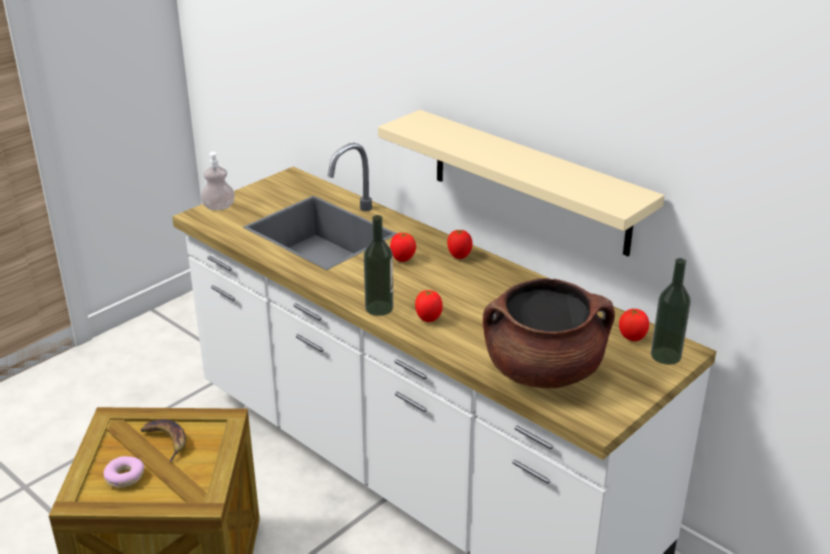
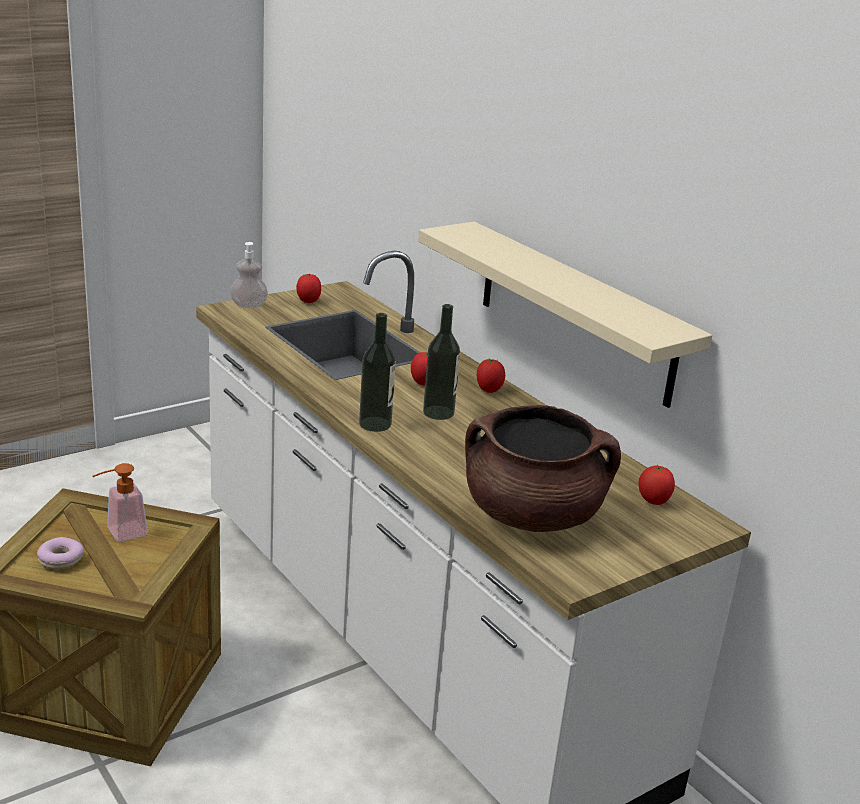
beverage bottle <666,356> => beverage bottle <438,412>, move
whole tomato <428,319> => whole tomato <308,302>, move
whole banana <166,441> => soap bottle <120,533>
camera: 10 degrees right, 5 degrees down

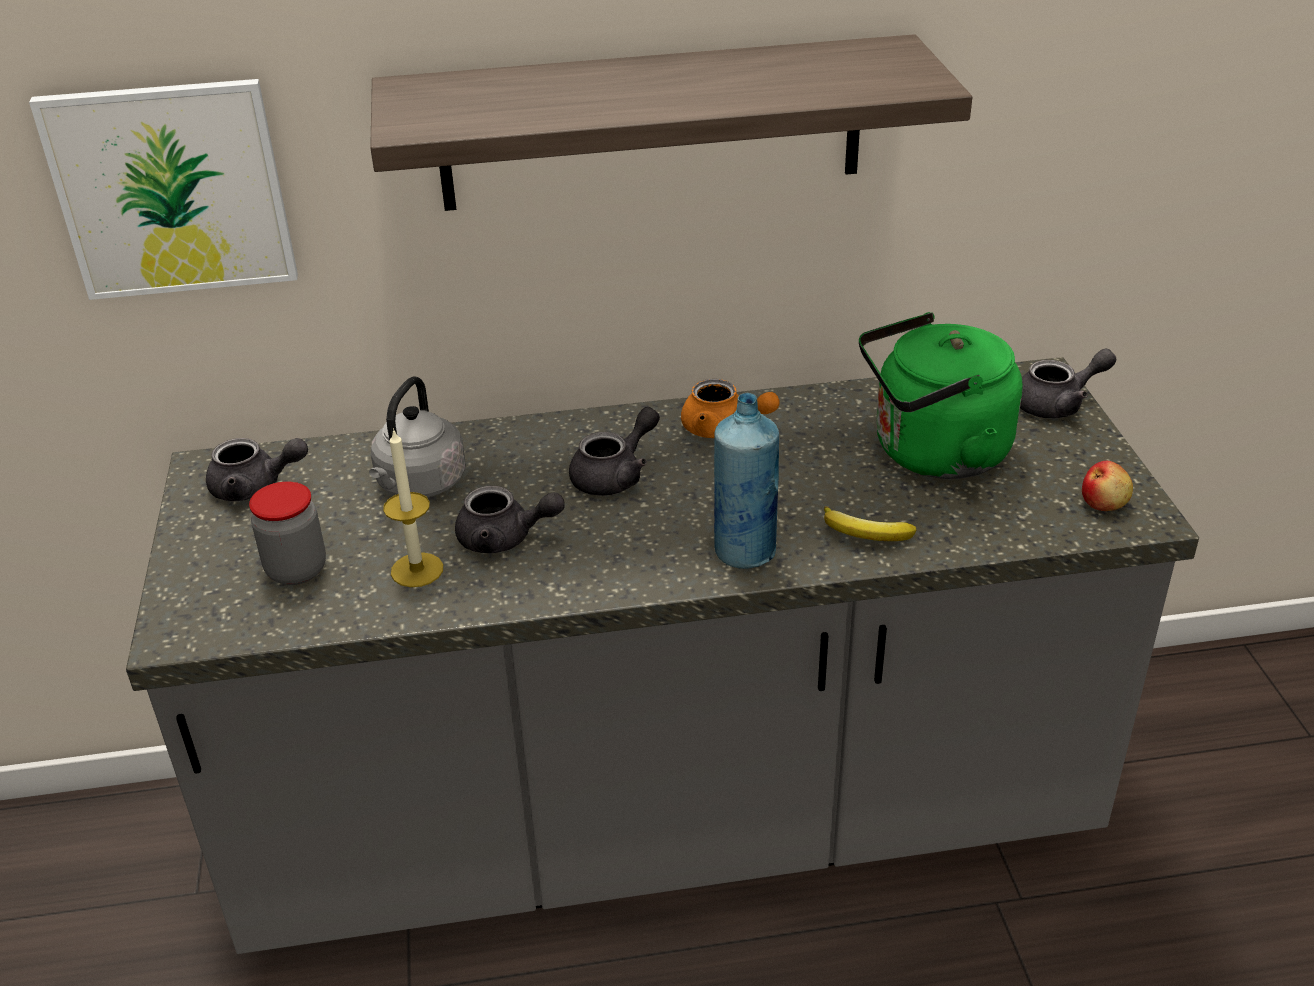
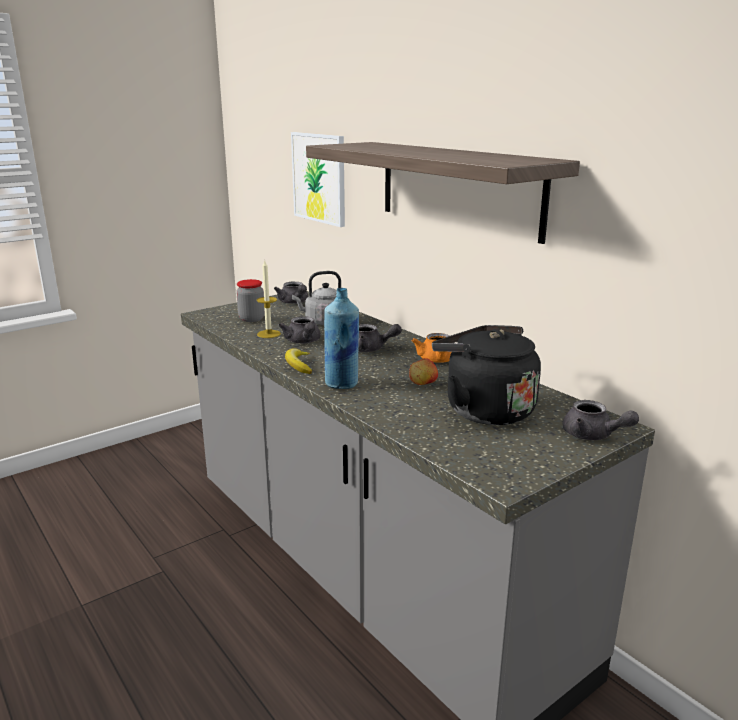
water kettle/greenish <933,453> => water kettle/blackish <484,409>
apple fruit <1104,503> => apple fruit <423,383>, move
whole banana <865,534> => whole banana <299,365>, move
camera: 60 degrees right, 15 degrees down

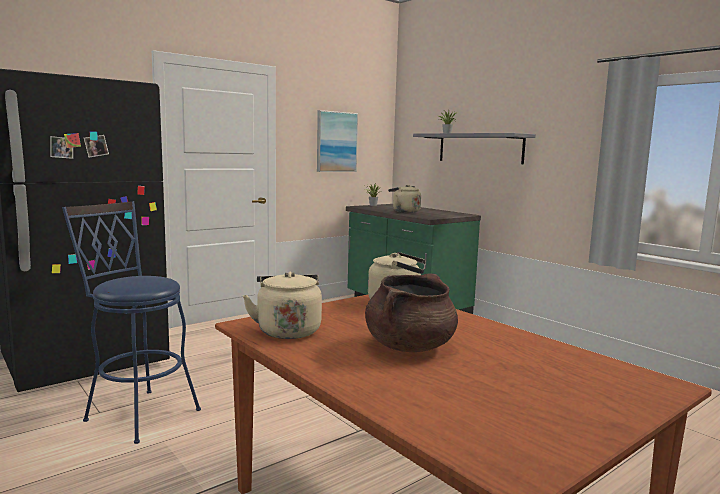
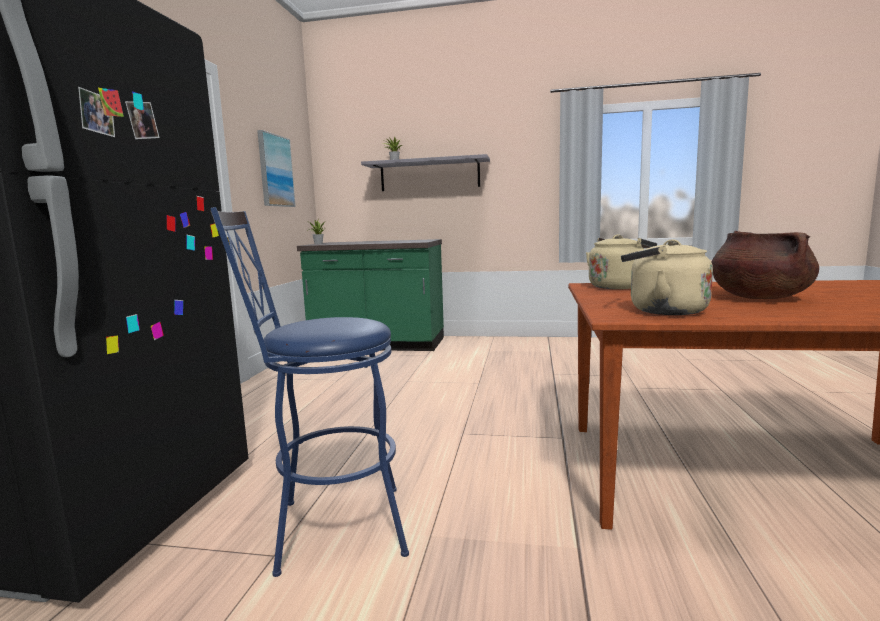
water kettle/sand-coloured <404,211> => nothing
camera: 40 degrees left, 0 degrees up

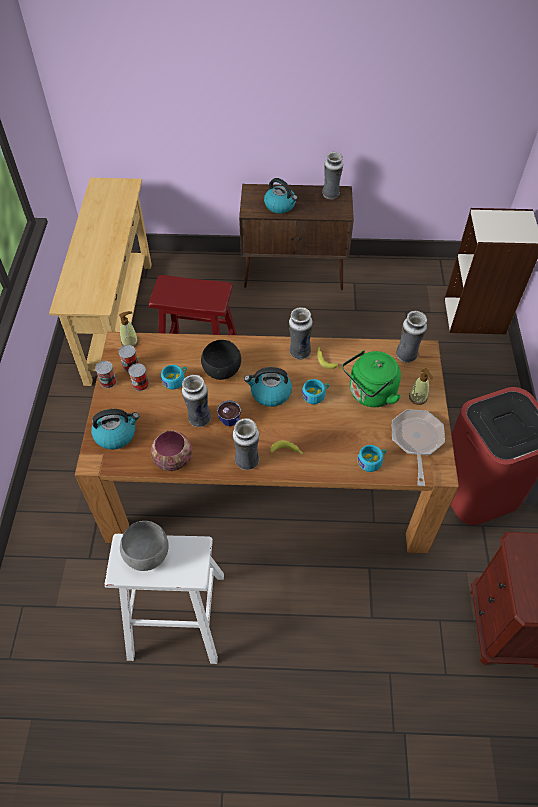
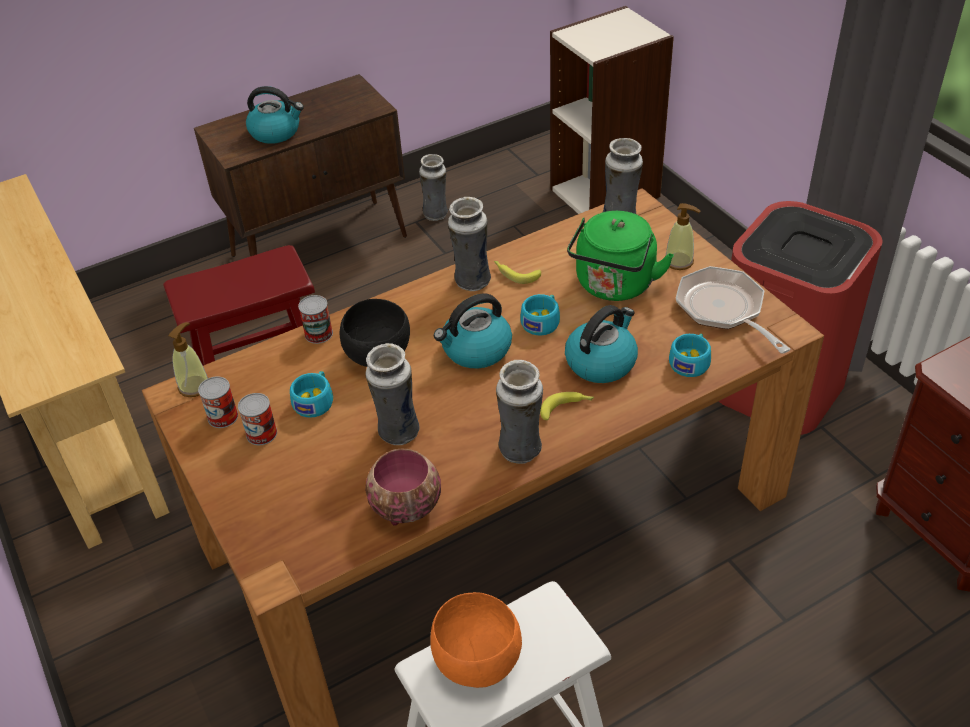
decorative vase <331,195> => decorative vase <436,214>, move
metal can <108,381> => metal can <318,334>, move
small cup <232,422> => nothing
water kettle <116,434> => water kettle <601,362>, move
bowl/grey <147,553> => bowl/orange <476,660>
camera: 30 degrees left, 10 degrees down

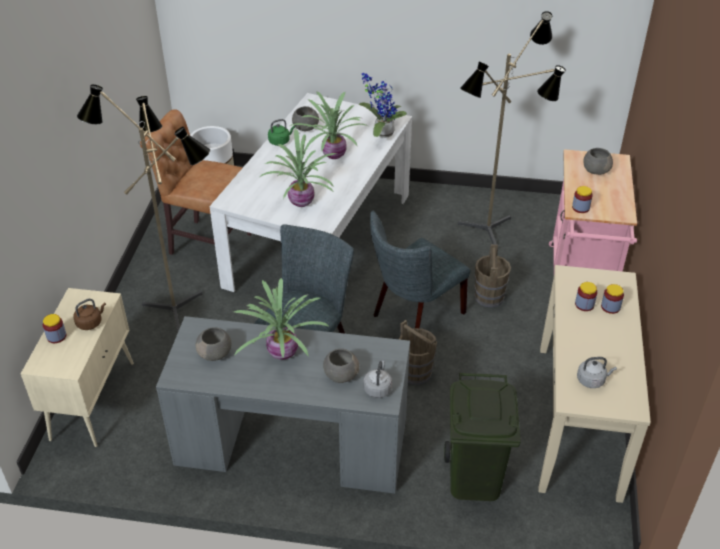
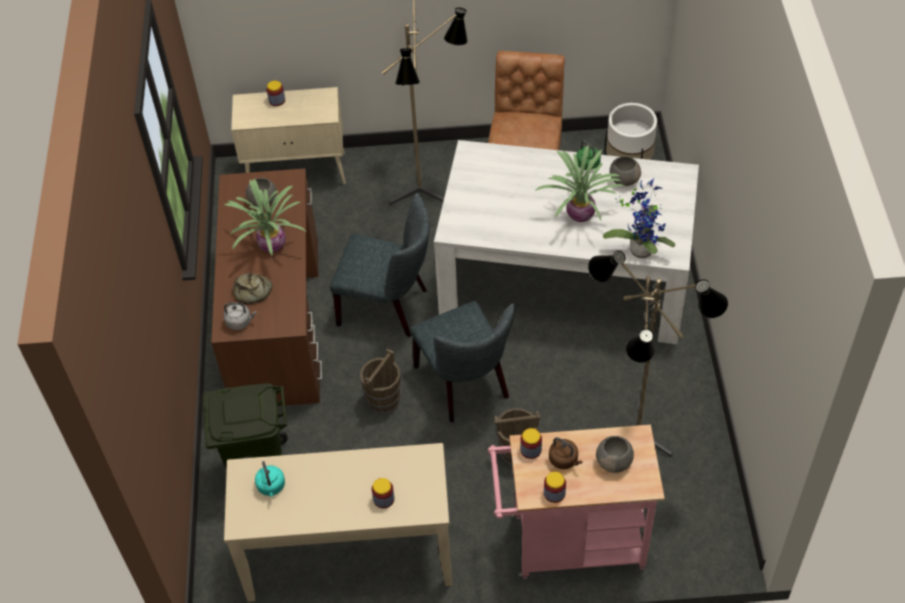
plant in a pot <303,201> => nothing
plain chair/grey <414,316> => plain chair/grey <465,385>, 150 degrees counterclockwise
jar <584,304> => jar <554,493>, move
water kettle/brown-coloured <90,323> => water kettle/brown-coloured <564,460>, move
desk/grey <291,441> => desk/brown-coloured <277,320>
bowl/grey <340,374> => baked bread <252,292>
water kettle/grey <592,380> => water kettle/turquoise <271,487>
camera: 80 degrees right, 10 degrees up

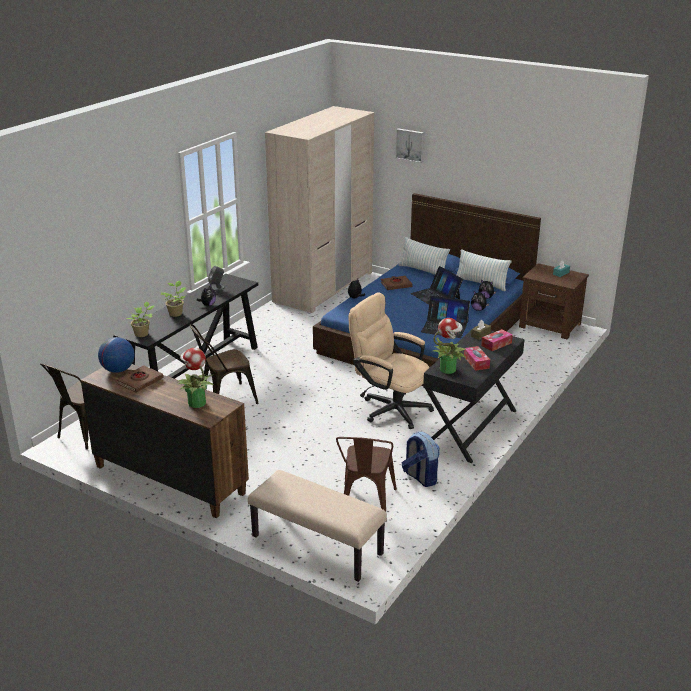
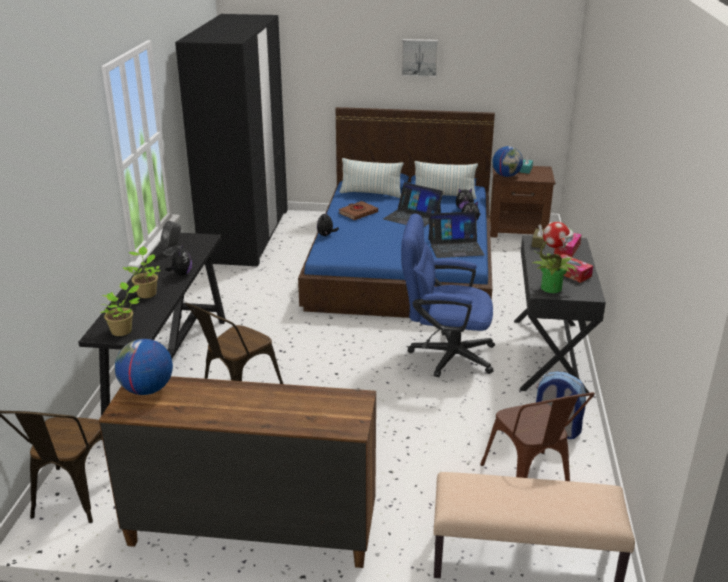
wardrobe/sand-coloured <323,287> => wardrobe/blackish <246,235>
wall art <410,145> => wall art <419,57>, move
office chair/sand-coloured <390,408> => office chair/blue <444,355>
plant in a pot <196,403> => nothing
bound book/brown-coloured <140,381> => nothing
nothing => globe <506,175>
camera: 25 degrees left, 0 degrees up

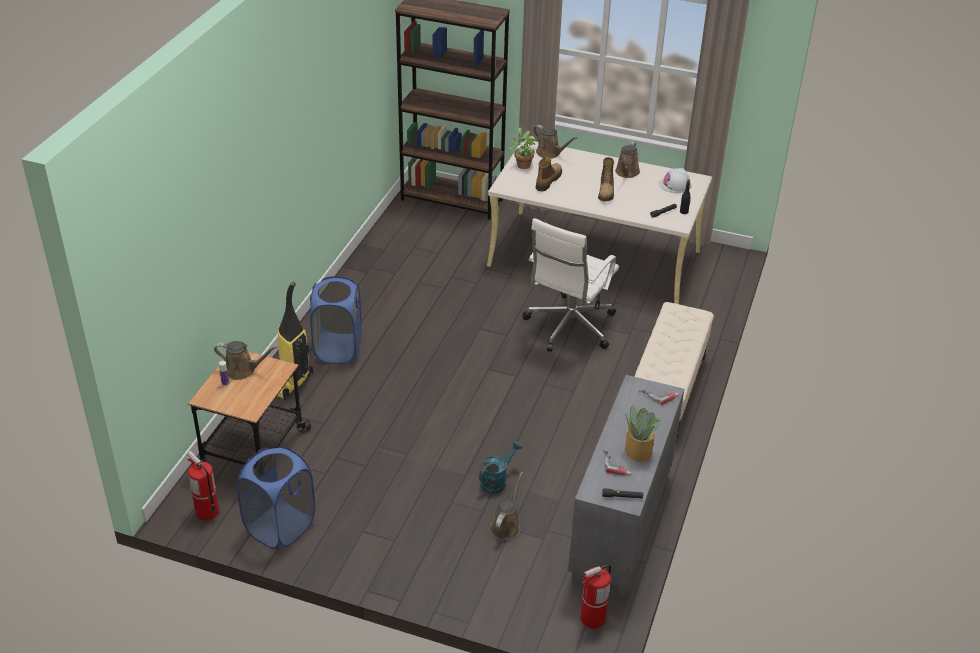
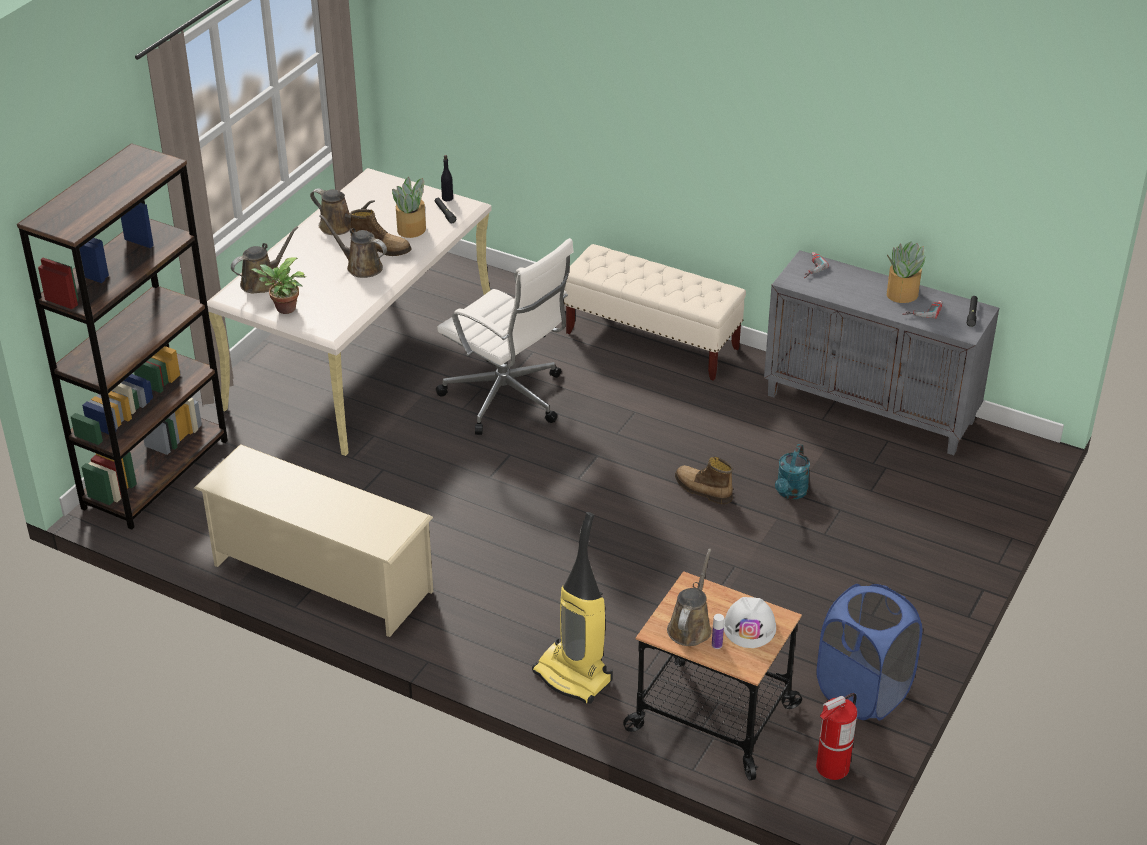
high-top boot <548,181> => high-top boot <702,490>, move
safety helmet/whitish <675,185> => safety helmet/whitish <749,627>, move
laundry basket/blue <338,349> => nothing
sprinkling can/turquoise <497,480> => sprinkling can/turquoise <790,493>, 120 degrees counterclockwise
sprinkling can/brown-coloured <506,526> => sprinkling can/brown-coloured <361,266>, move
fire extinguisher <592,619> => nothing
nothing => plant in a pot <412,229>
nothing => shoe stand/sand-coloured <320,578>
camera: 80 degrees left, 0 degrees up

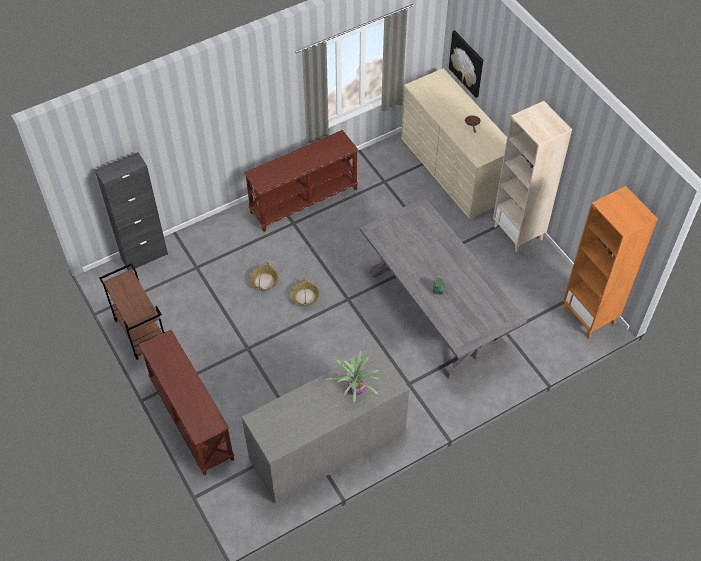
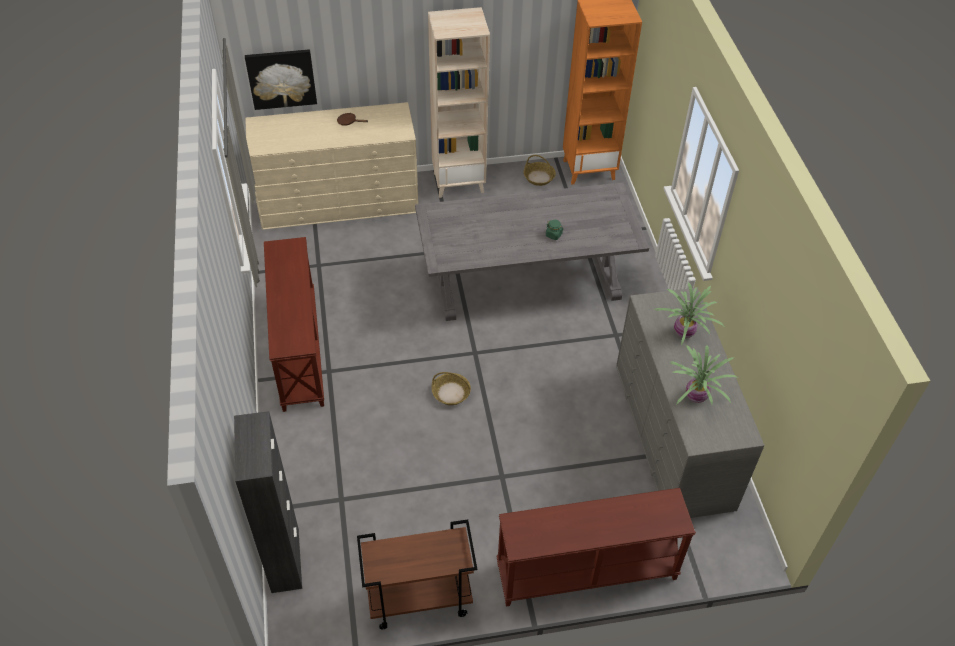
storage basket <264,281> => storage basket <539,177>, move
nothing => plant in a pot <694,396>
camera: 70 degrees left, 5 degrees down

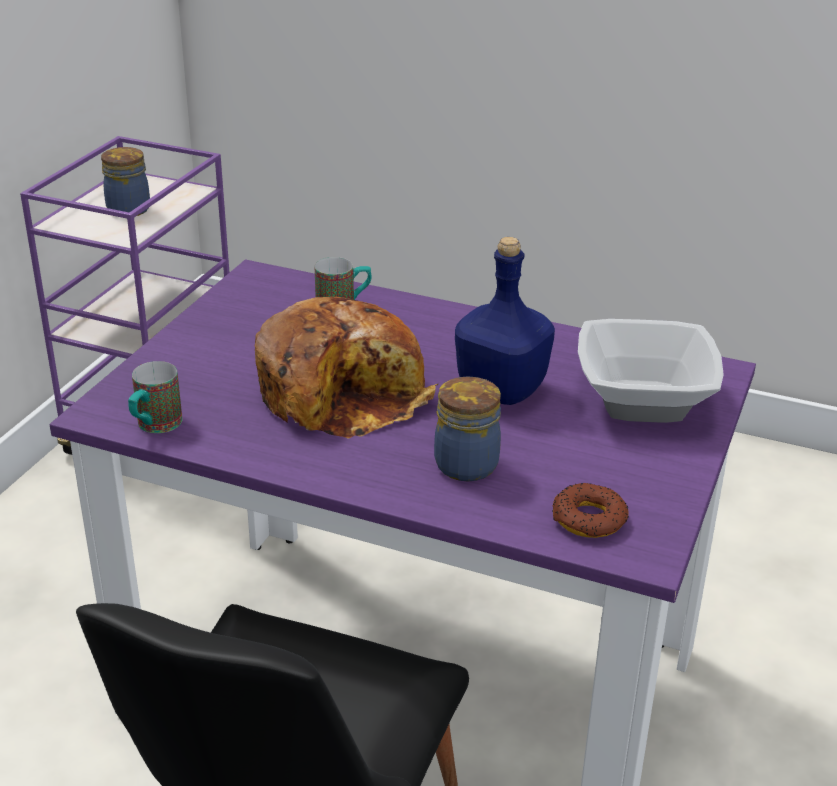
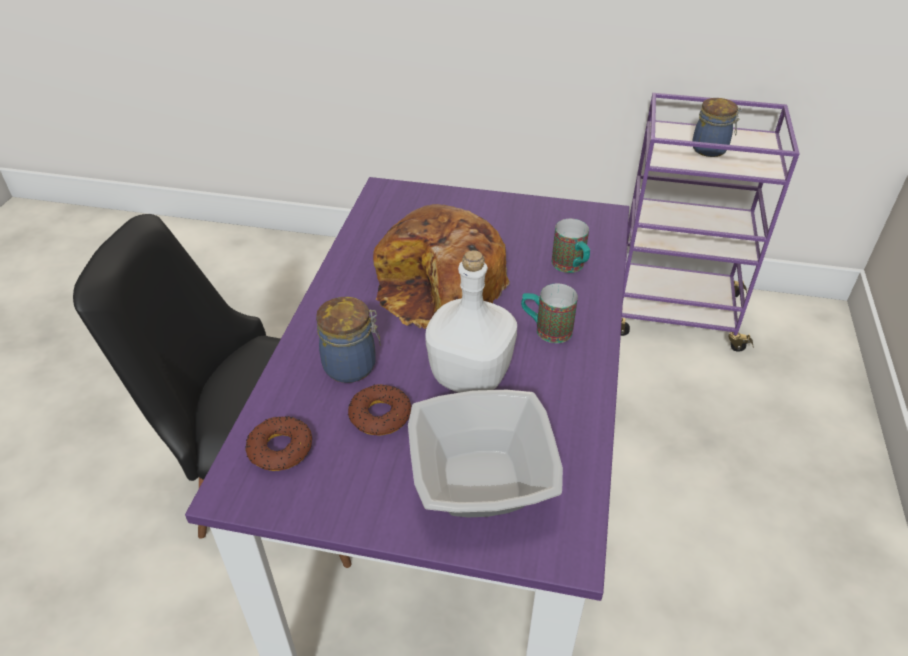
beverage bottle/blue <502,389> => beverage bottle/whitish <472,376>
coffee mug <154,426> => coffee mug <545,330>, move
nothing => doughnut <380,415>
camera: 80 degrees right, 10 degrees up

